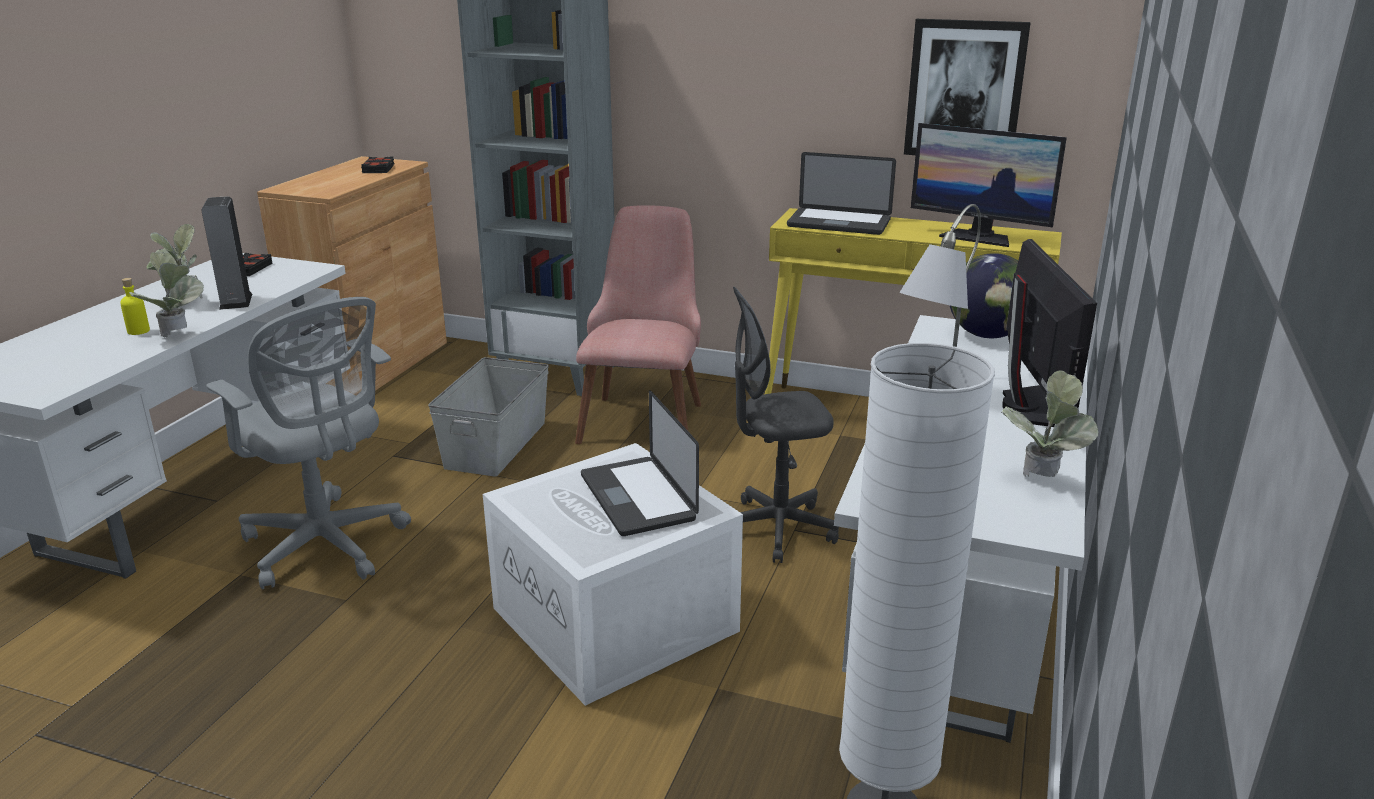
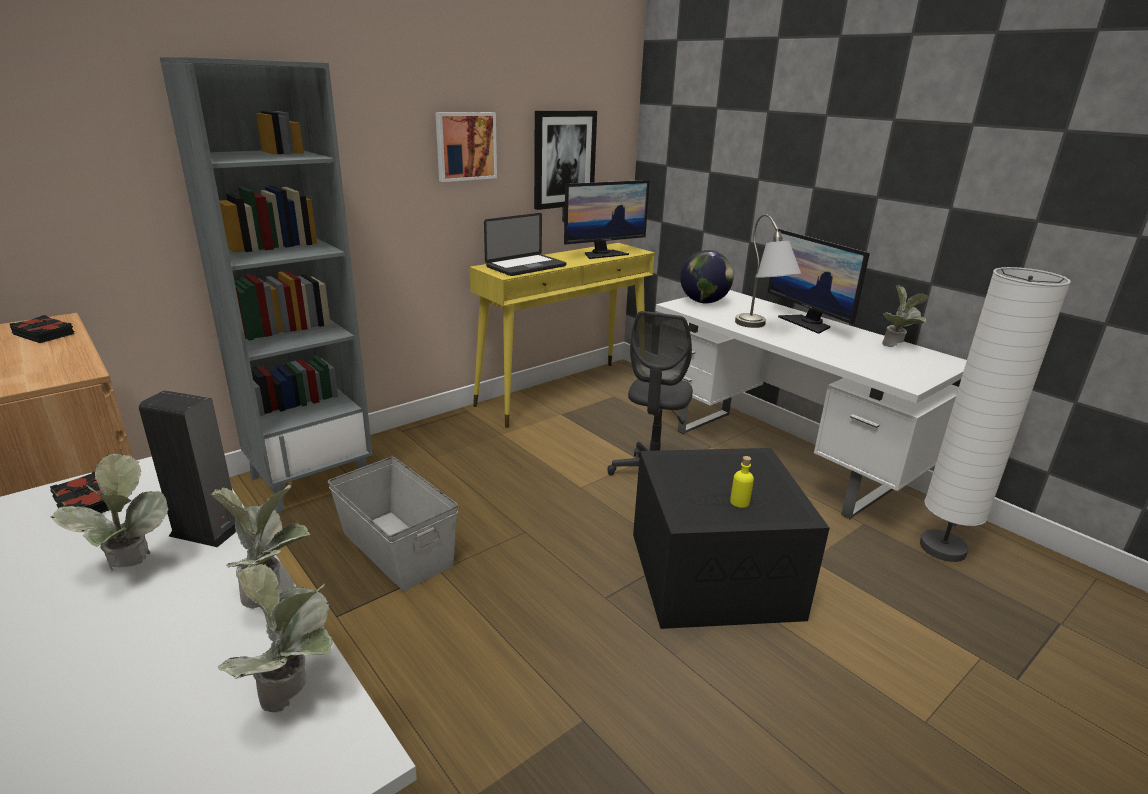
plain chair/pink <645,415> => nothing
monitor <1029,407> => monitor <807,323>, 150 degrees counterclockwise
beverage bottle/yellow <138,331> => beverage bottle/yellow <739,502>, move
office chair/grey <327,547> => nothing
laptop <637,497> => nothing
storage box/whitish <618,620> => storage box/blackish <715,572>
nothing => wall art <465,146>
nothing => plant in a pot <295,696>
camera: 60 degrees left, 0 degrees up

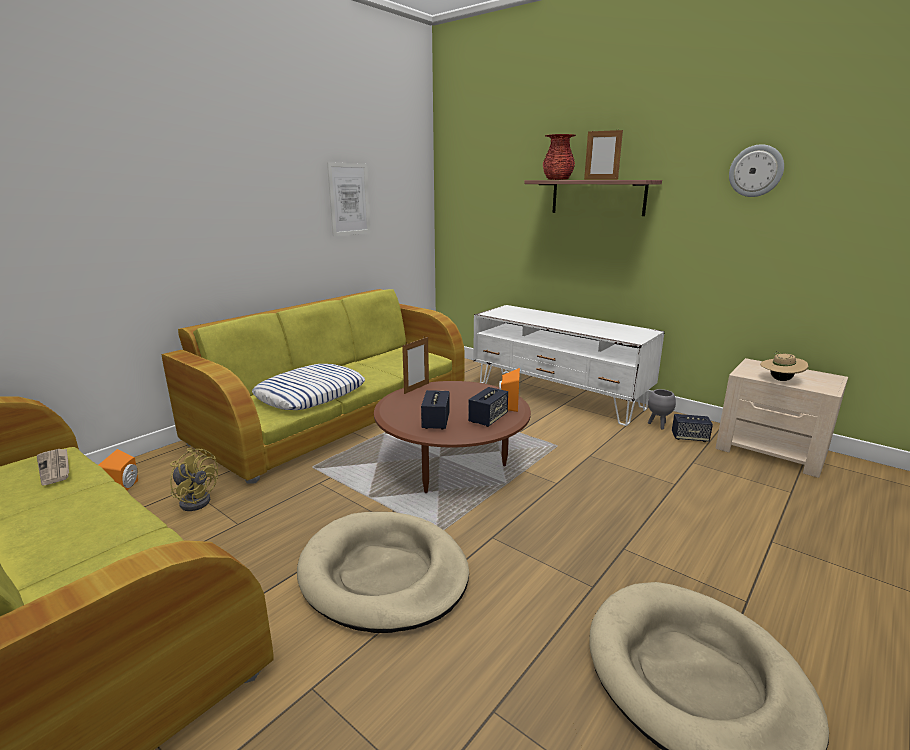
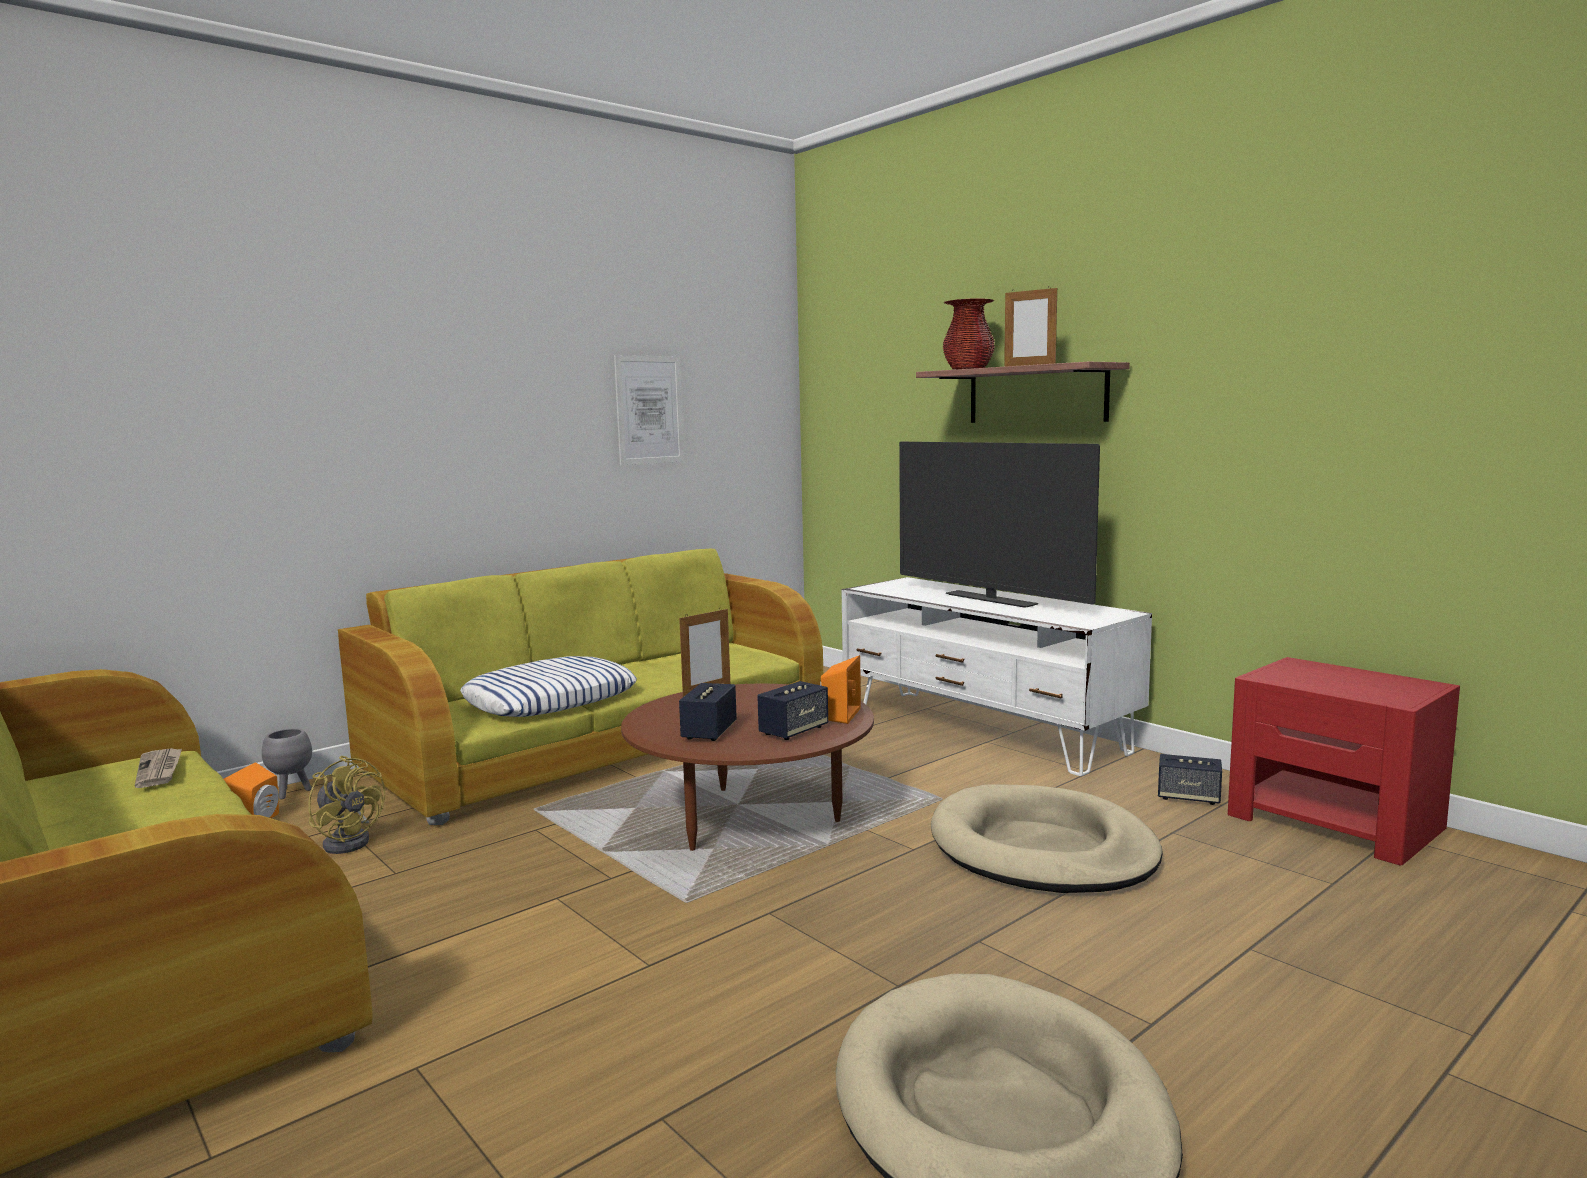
wall clock <756,171> => nothing
hat/sand-coloured <780,380> => nothing
night table/sand-coloured <772,450> => night table/red-coloured <1335,822>
plant pot/grey <658,425> => plant pot/grey <292,793>, move
pet bed/sand-coloured <384,574> => pet bed/sand-coloured <1041,849>, move
nothing => television <990,599>
camera: 10 degrees right, 10 degrees down

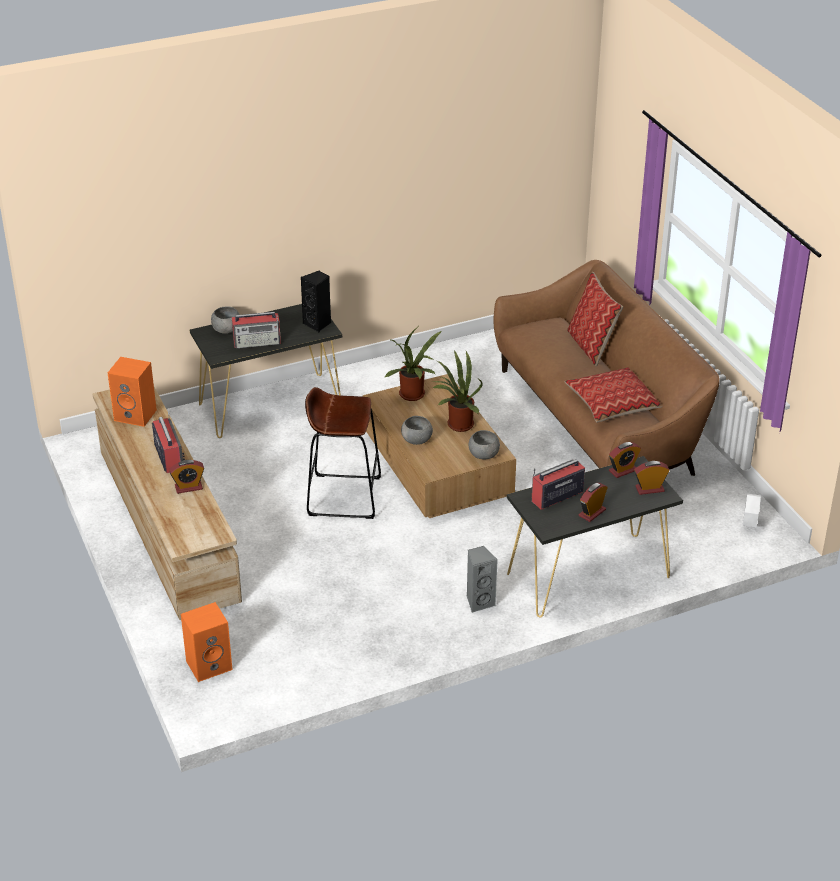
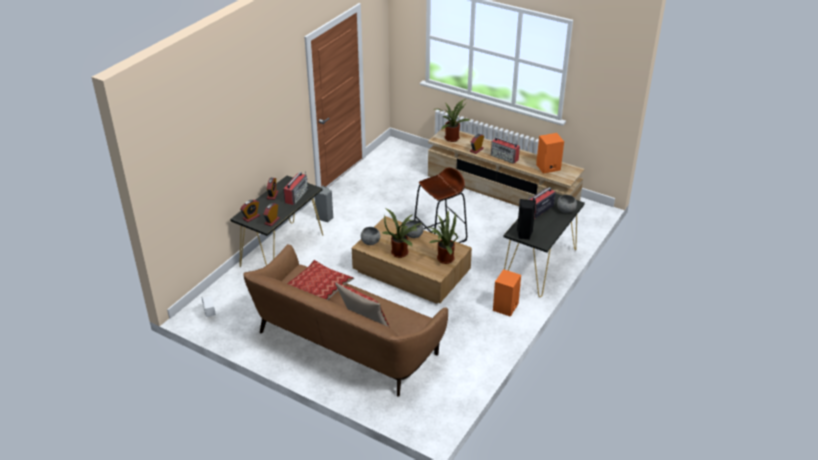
loudspeaker/orange <210,664> => loudspeaker/orange <505,307>, move
nothing => plant in a pot <451,137>
camera: 145 degrees right, 0 degrees up

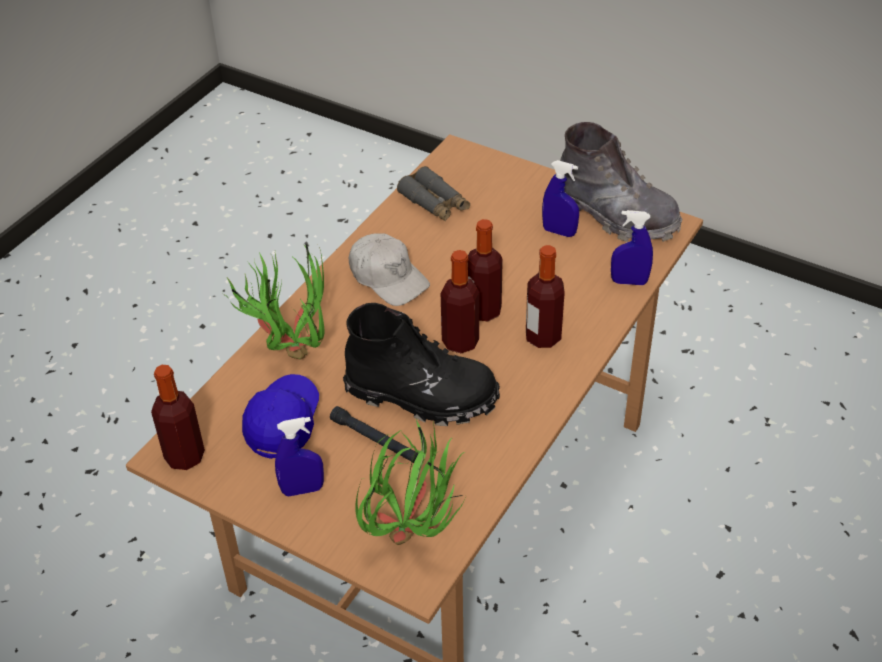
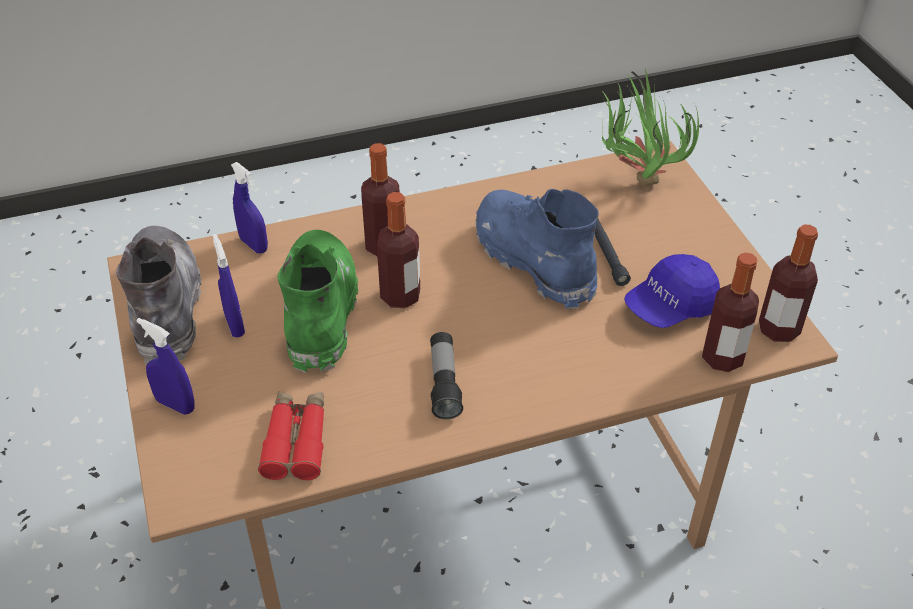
field glasses/grey <434,203> => field glasses/red-coloured <296,441>
baseball cap/whitish <388,278> => flashlight <444,383>
plant in a pot <289,349> => nothing
beverage bottle <460,342> => beverage bottle <722,358>, move
high-top boot/blackish <422,396> => high-top boot/blue <534,261>
sprayer/blue <302,490> => sprayer/blue <175,405>, move
nothing => high-top boot/greenish <320,312>
camera: 140 degrees left, 0 degrees up

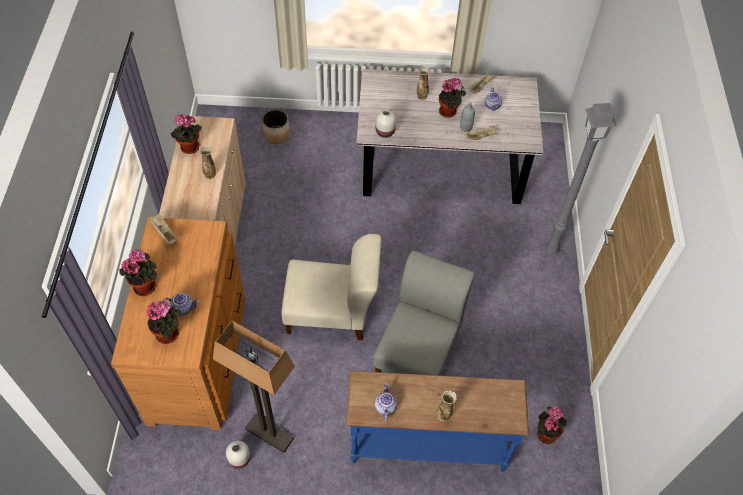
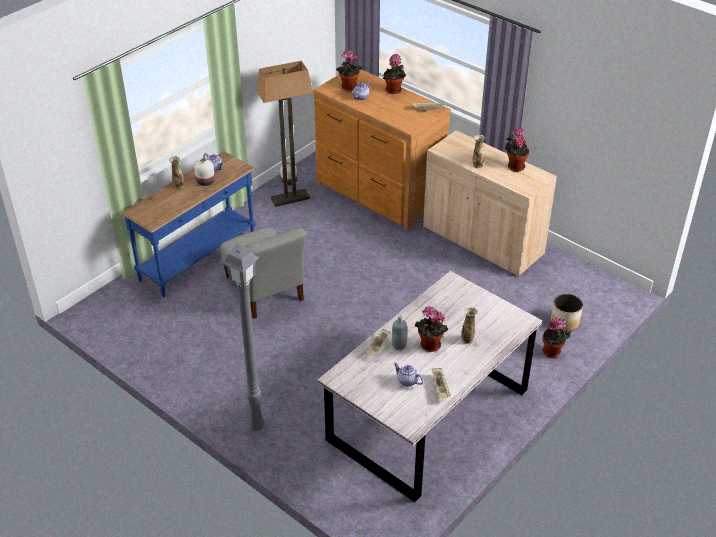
decorative vase/whitish <385,131> => decorative vase/whitish <206,181>, move
plain chair/sand-coloured <332,312> => nothing
plant in a pot <546,433> => plant in a pot <553,352>, move
camera: 130 degrees right, 15 degrees down

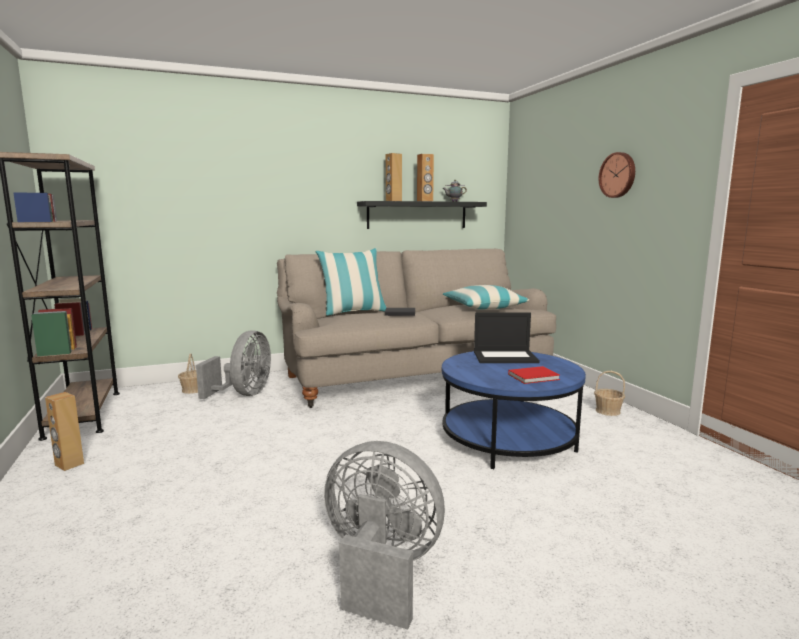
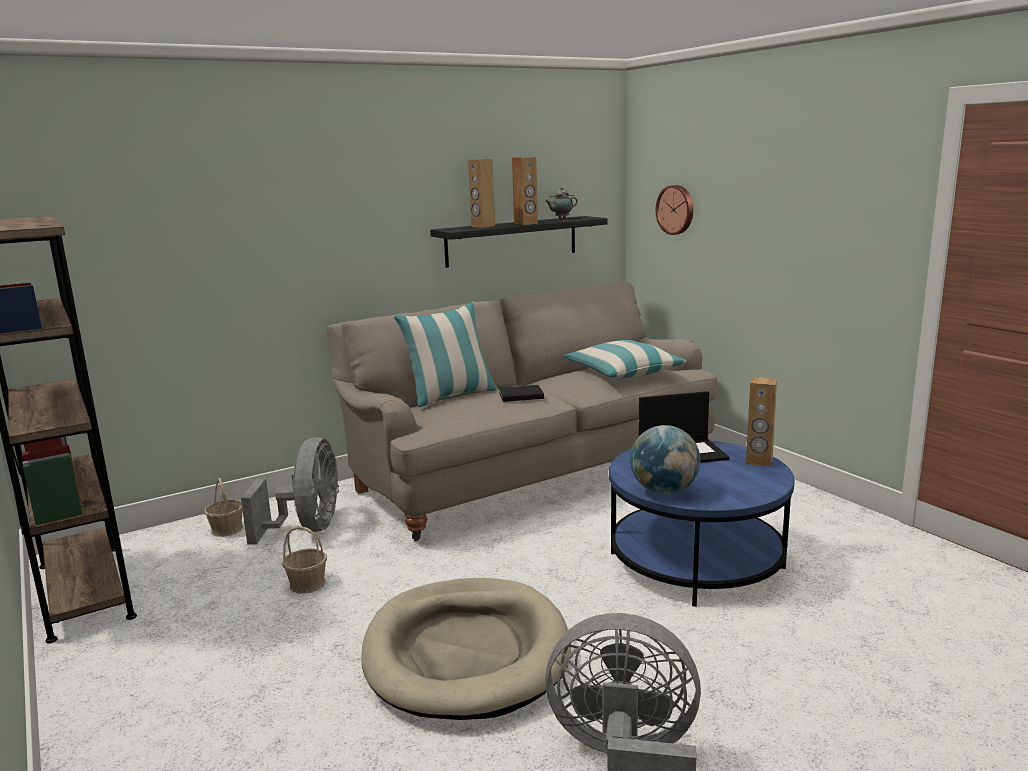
wall clock <618,175> => wall clock <676,209>, move
bound book/red-coloured <535,377> => nothing
storage basket <607,411> => storage basket <307,584>, move
loudspeaker/brown-coloured <69,464> => loudspeaker/brown-coloured <759,461>, move
nothing => globe <664,491>
nothing => pet bed/sand-coloured <466,653>
camera: 10 degrees left, 5 degrees up

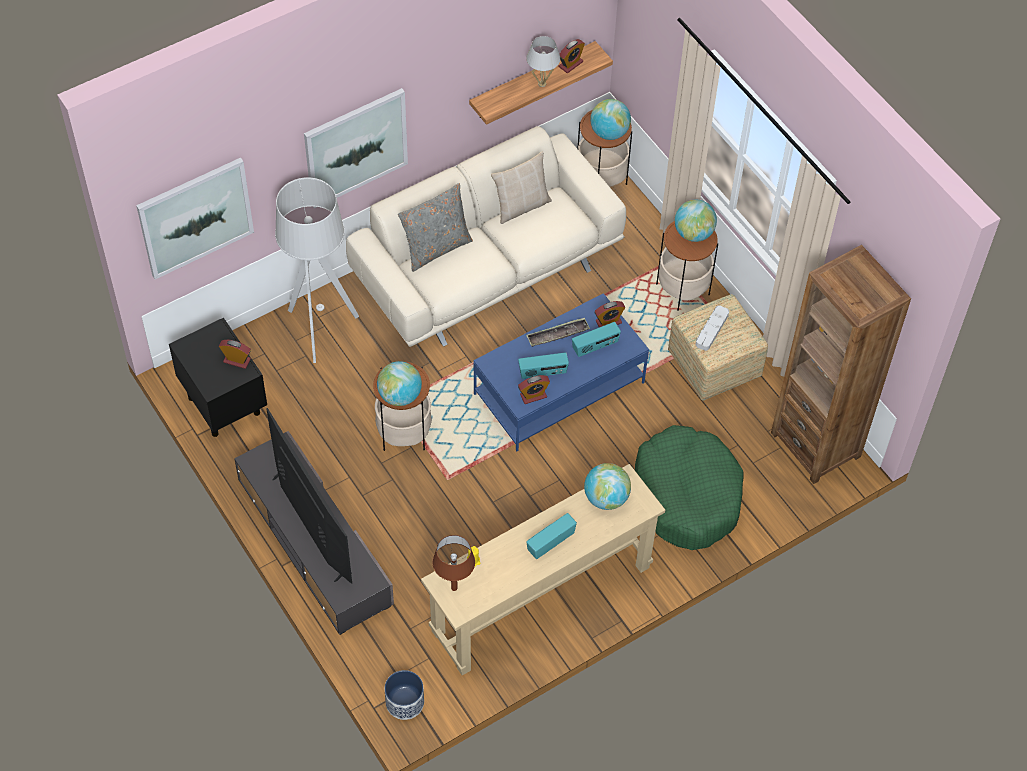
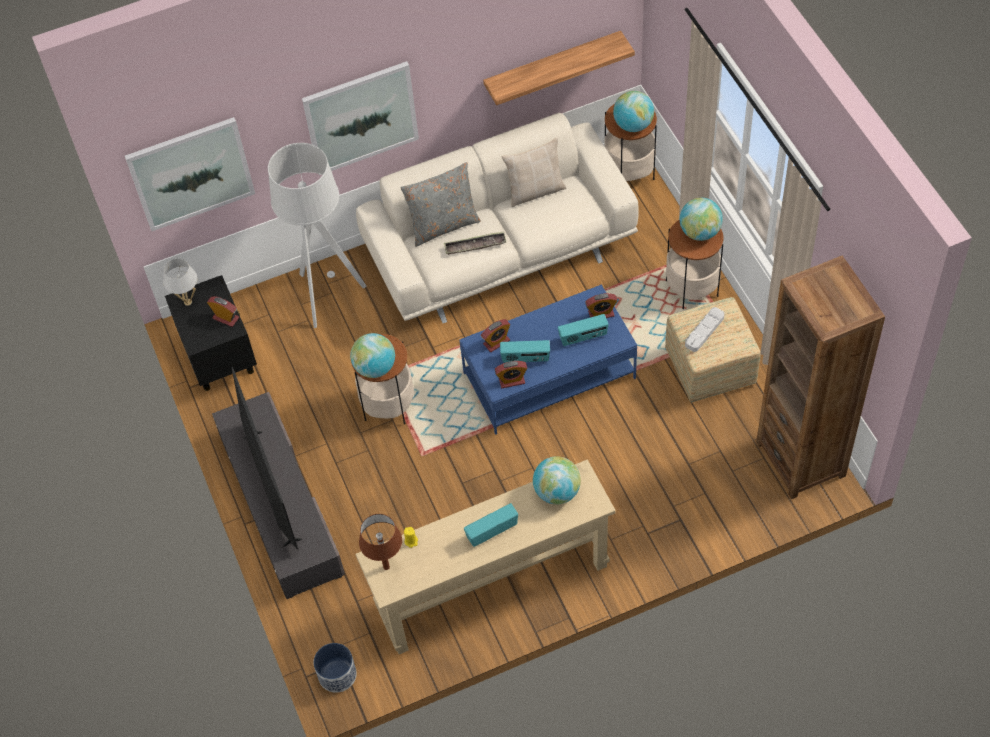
tabletop lamp/whitish <542,84> => tabletop lamp/whitish <187,302>, move
table clock <570,64> => table clock <496,342>, move
carrying tray <557,334> => carrying tray <475,245>, move
pet bed/greenish <687,495> => nothing
camera: 15 degrees right, 0 degrees up

